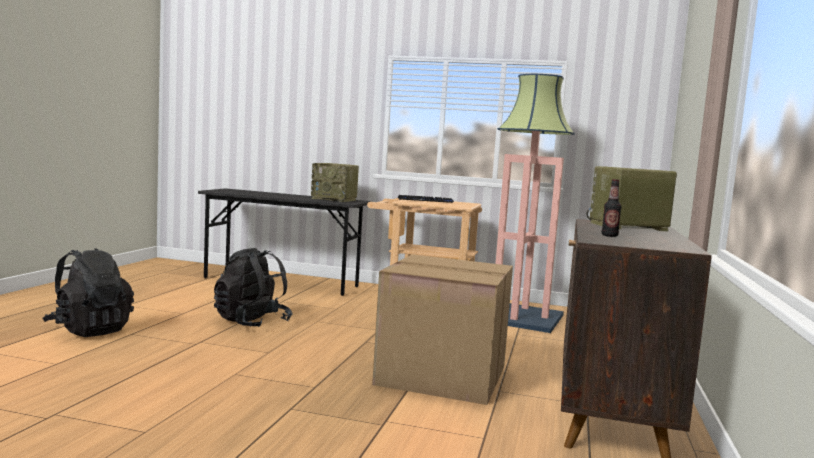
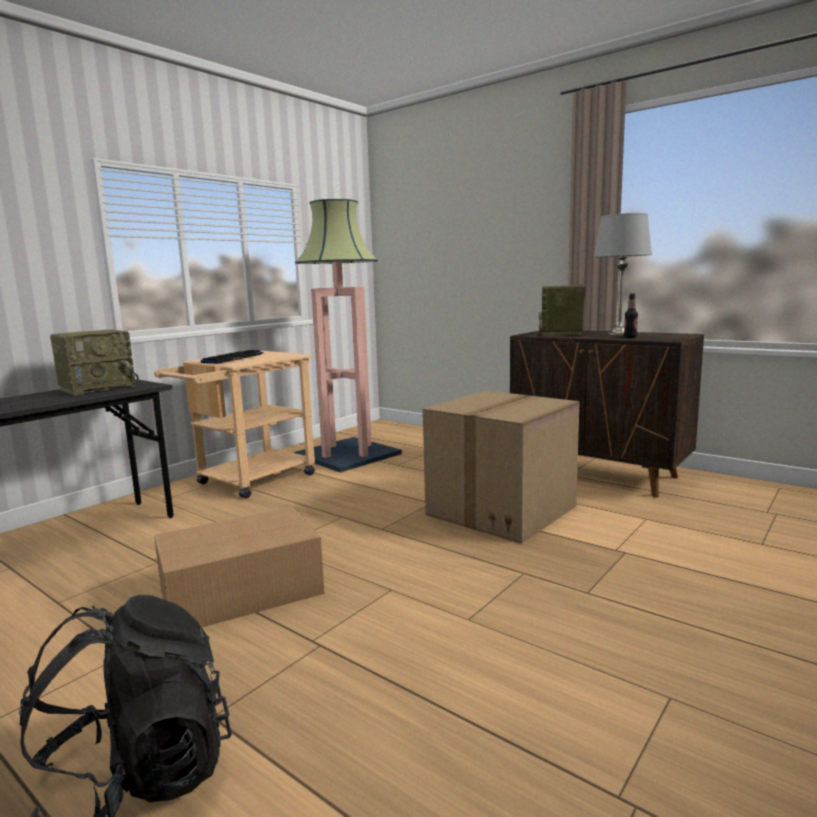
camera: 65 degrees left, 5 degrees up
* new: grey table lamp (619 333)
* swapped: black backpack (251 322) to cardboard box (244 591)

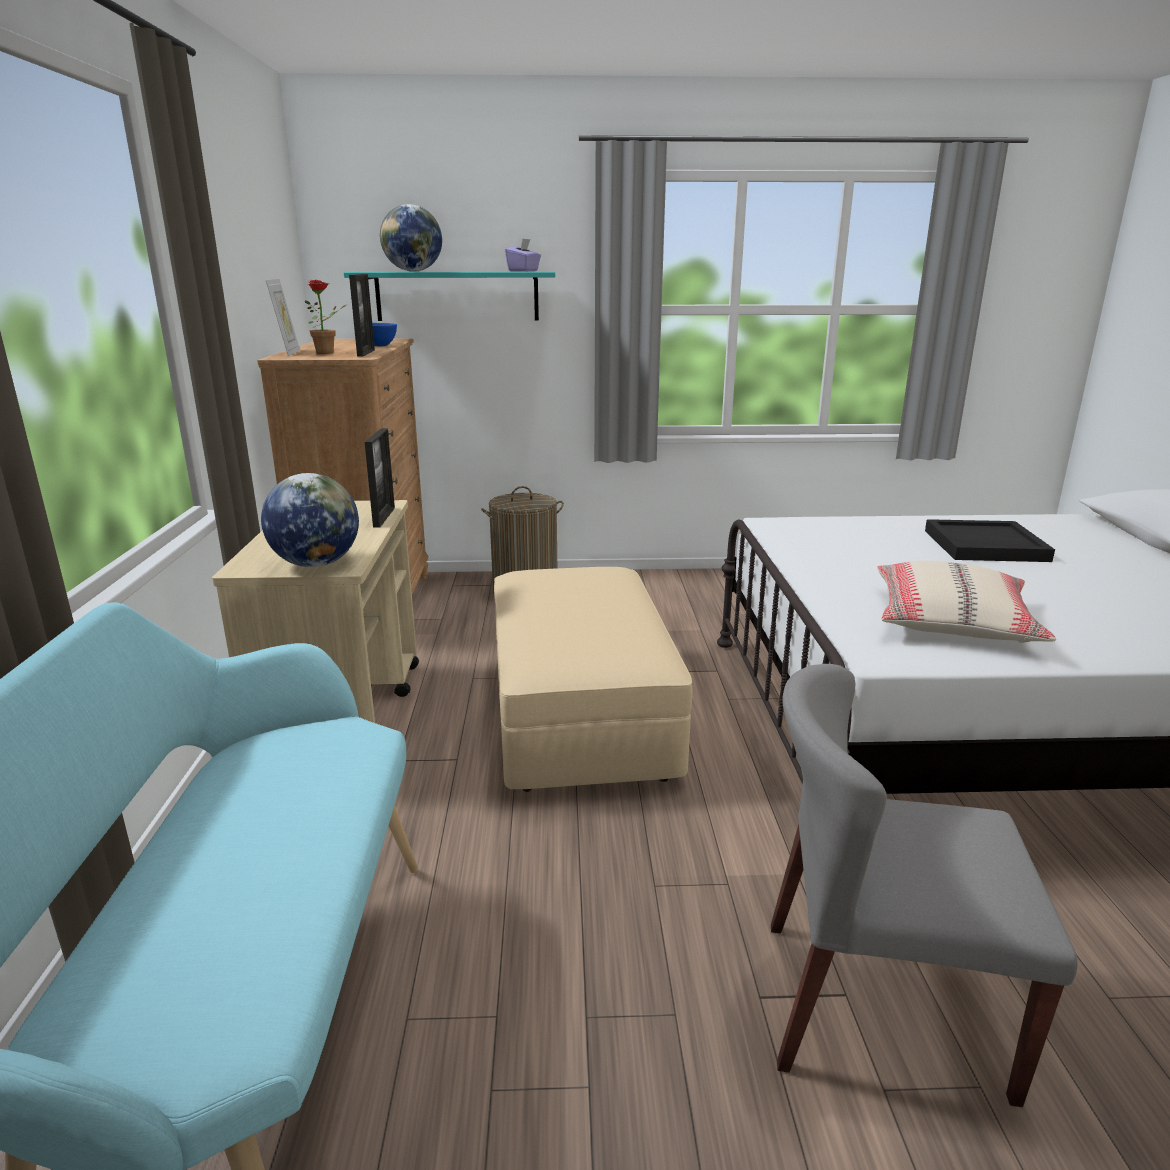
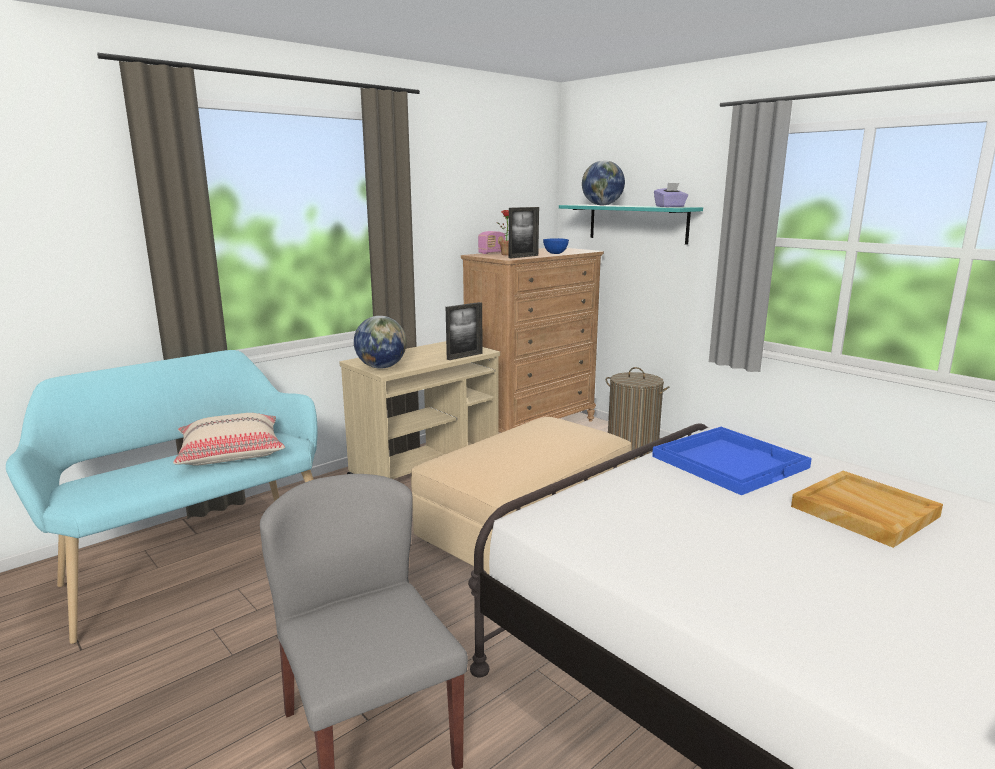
camera: 50 degrees right, 5 degrees down
* new: blue tray (729 461)
* shifted: beige pillow (953 621) to (231 452)
* swapped: picture frame (288 353) to radio (492 253)
* repainted: black tray (984 546) to beige tray (862 511)

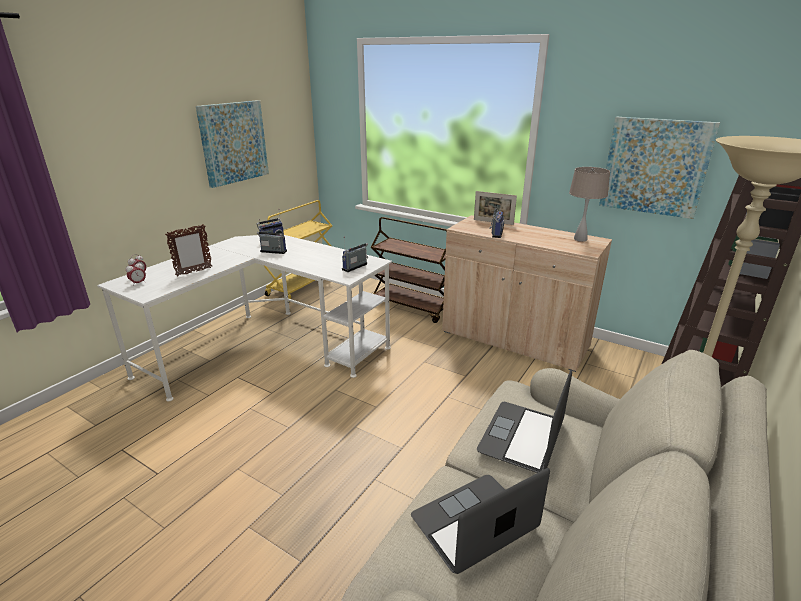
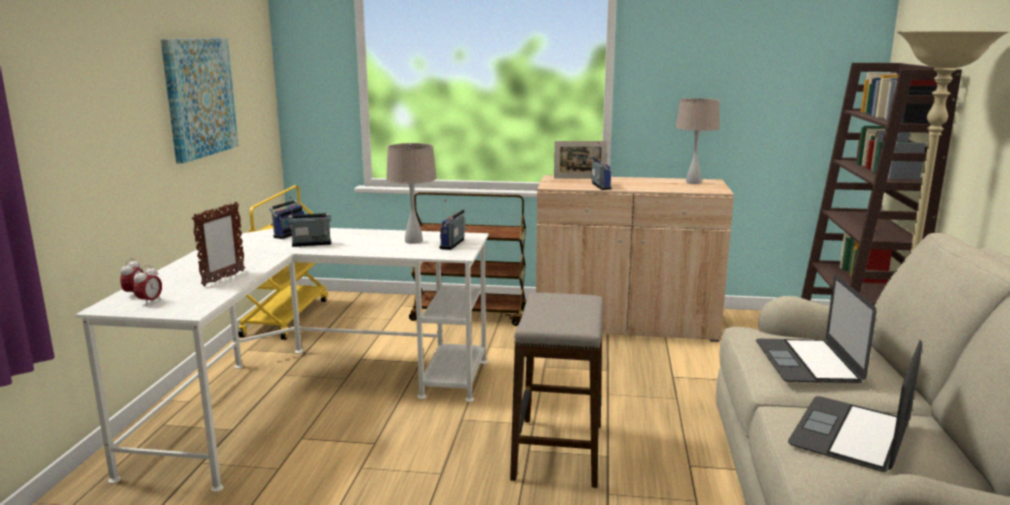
camera: 25 degrees left, 10 degrees down
* gone: picture (655 166)
* new: beige table lamp (414 241)
* new: stool (558 451)

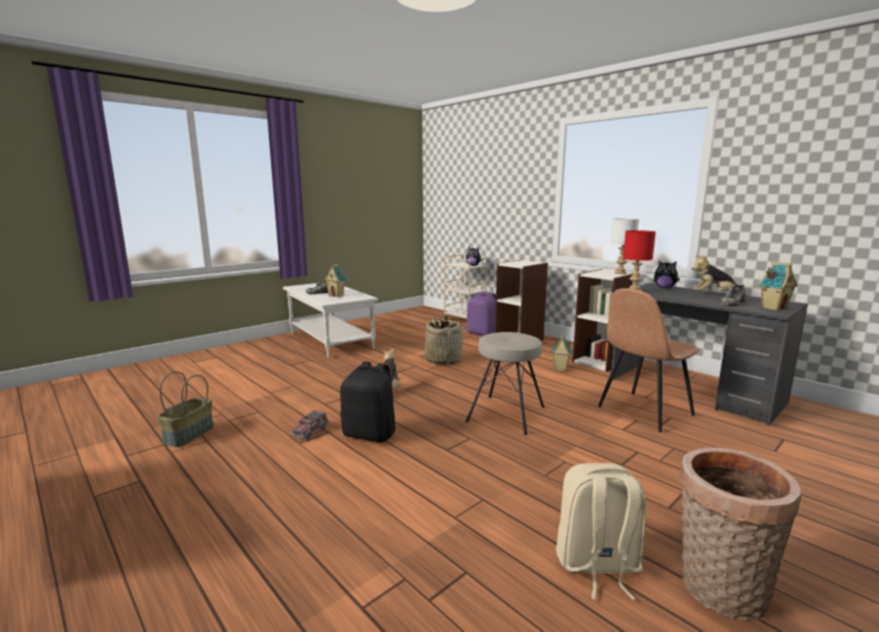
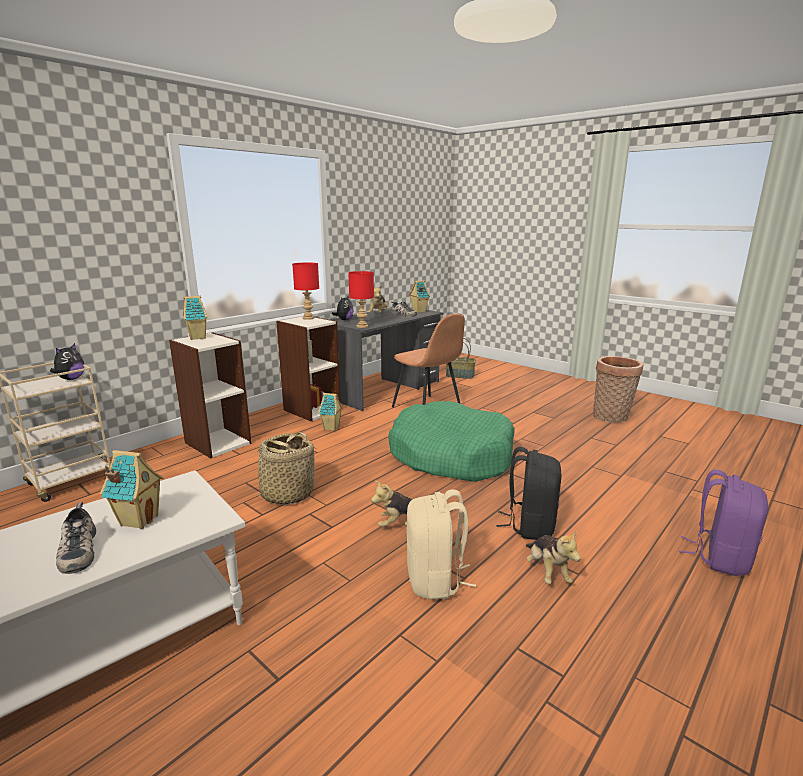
camera: 95 degrees left, 5 degrees up
* new: toy house (198 337)
* shifted: basket (189 435) to (460 375)
* shifted: purple backpack (482 333) to (719 557)
* shifted: beige backpack (597 566) to (435 580)
* swapped: toy truck (310 431) to plush toy (547 571)
* swapped: beige stool (507 414) to green dog bed (450 455)
* repainted: white table lamp (620 273) to red table lamp (308 318)

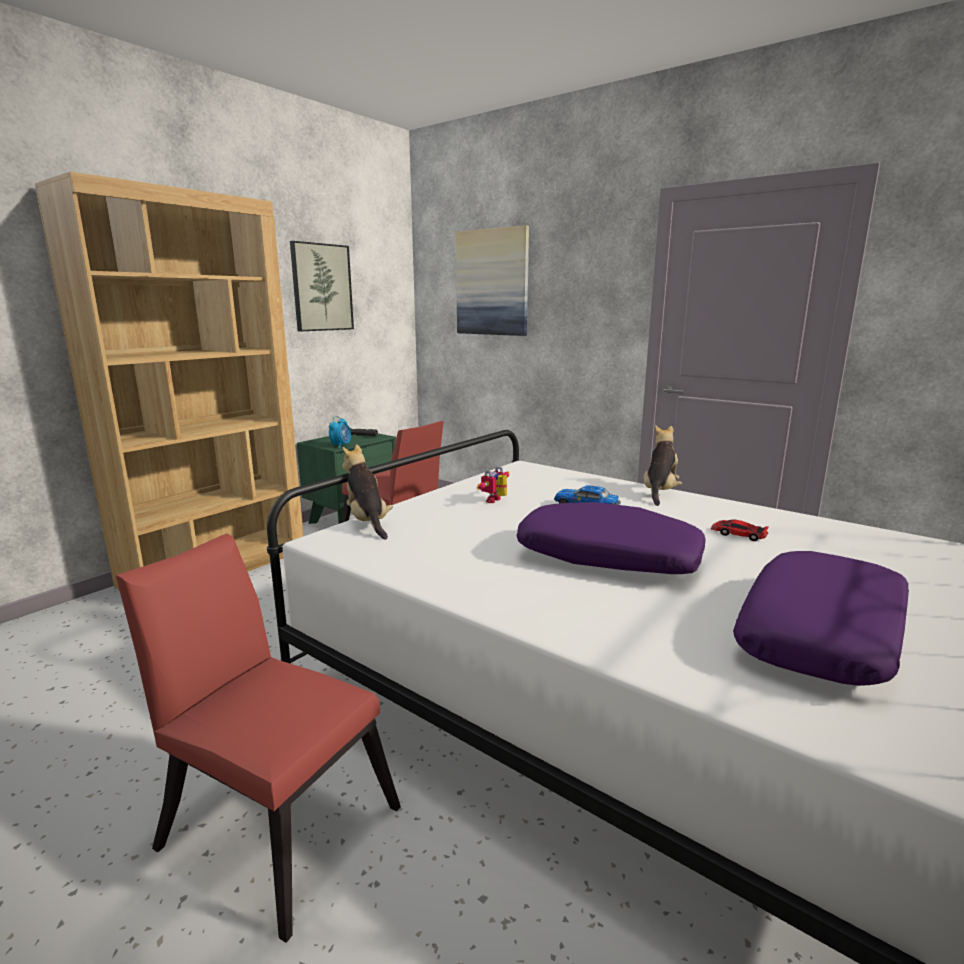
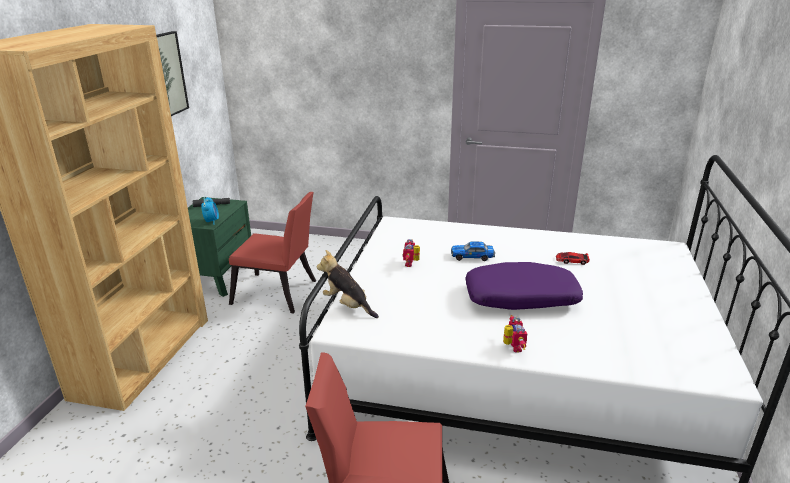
camera: 25 degrees left, 10 degrees up
* gone: picture (492 283)
* gone: plush toy (659 492)
* gone: purple pillow (822 634)
* new: toy robot (512 347)

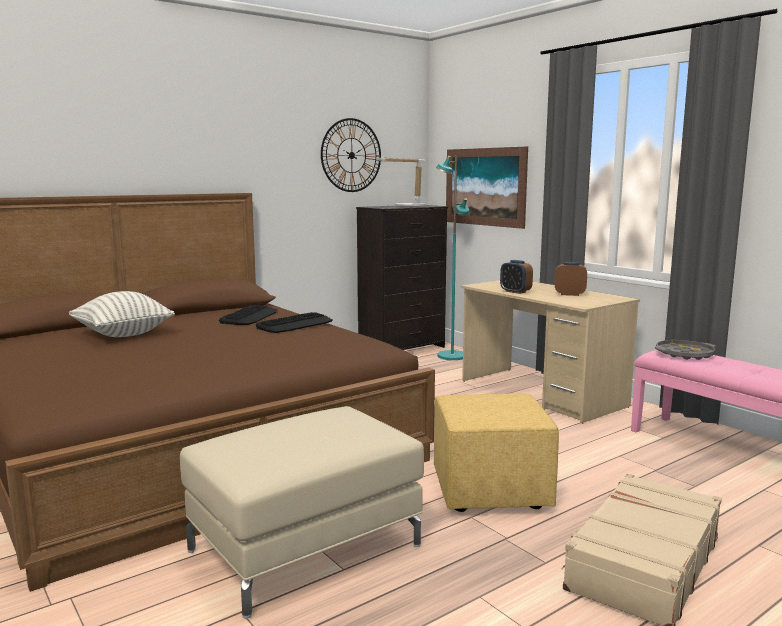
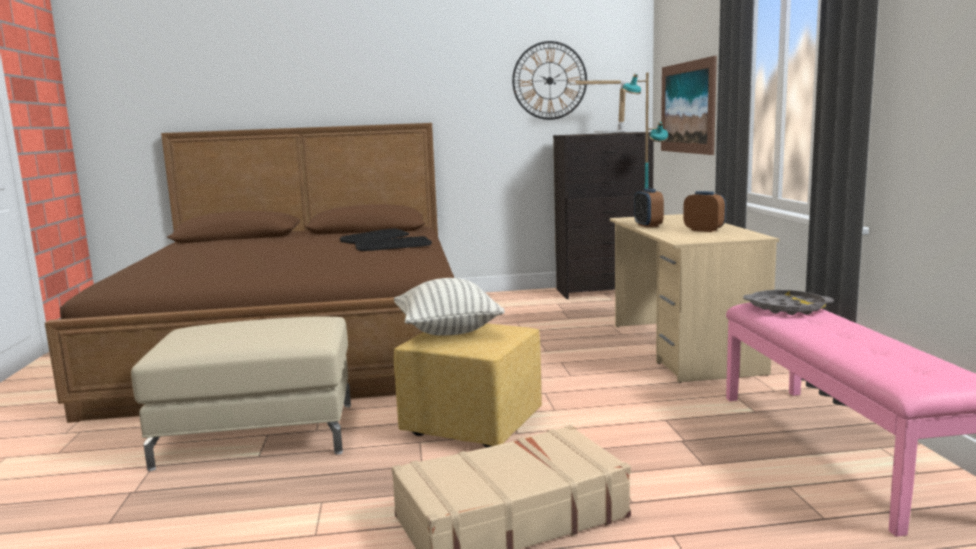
camera: 30 degrees right, 0 degrees up
* shifted: pillow (123 334) to (448 331)

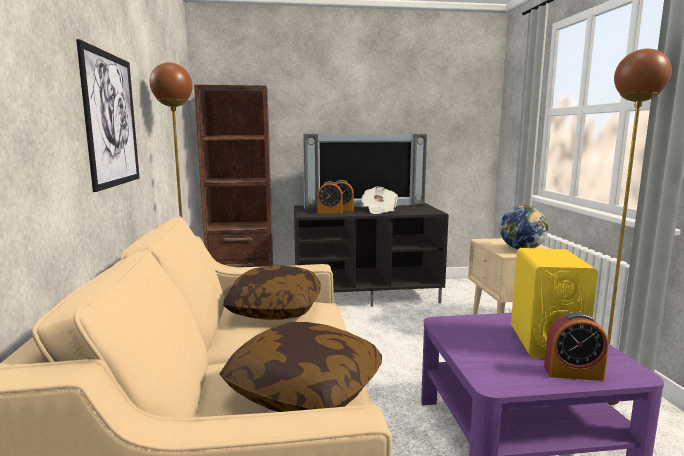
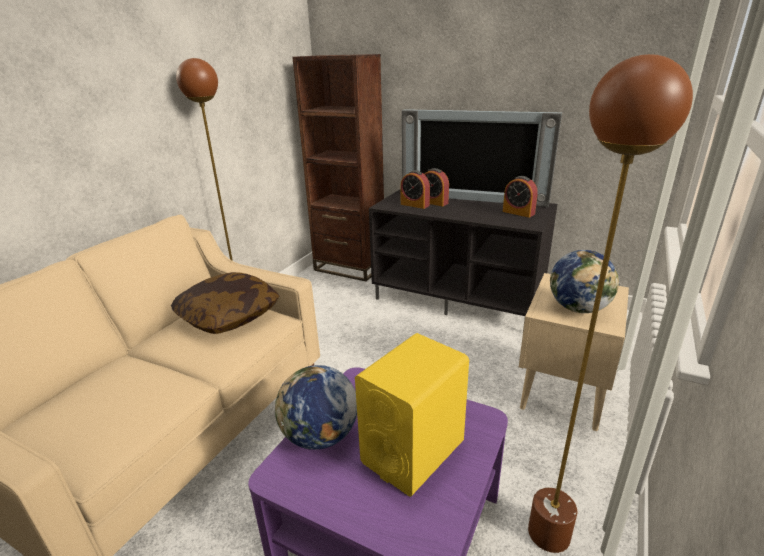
camera: 35 degrees right, 15 degrees up
* gone: picture (111 120)
* gone: pillow (304 390)
* gone: newspaper (379 211)
* new: globe (320 437)
* shifted: alarm clock (573 373) to (518 213)

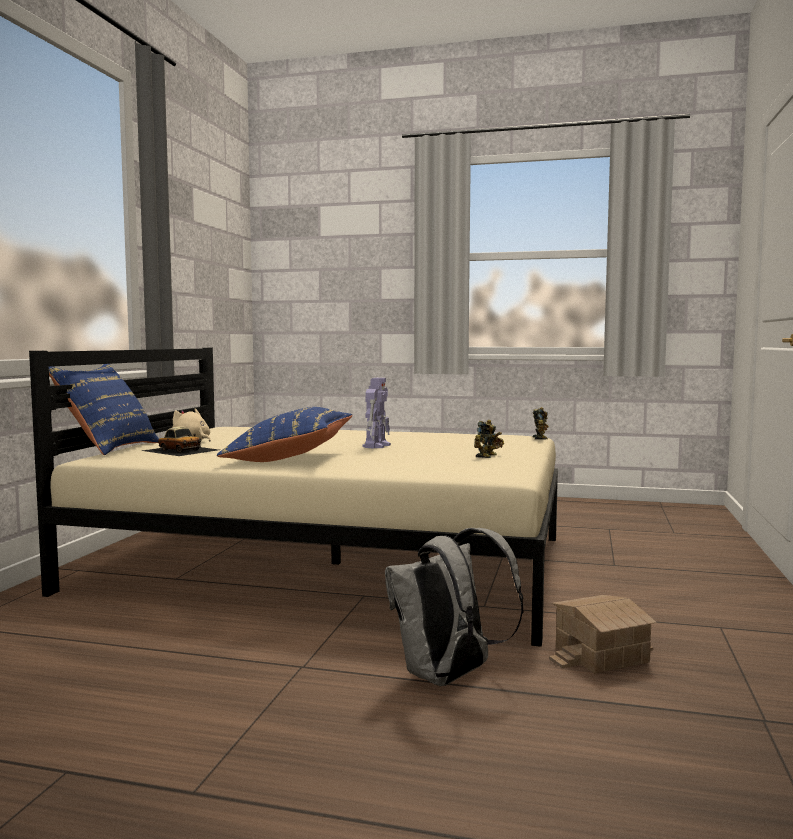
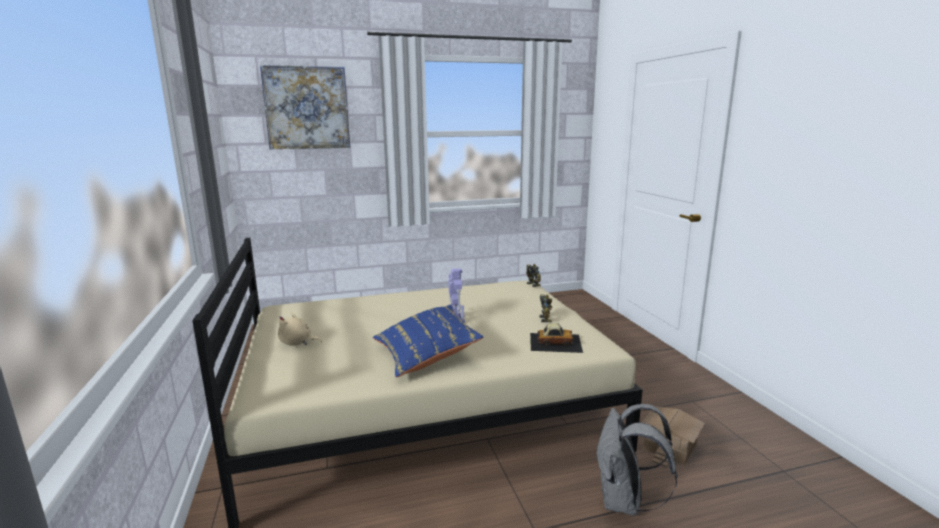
camera: 30 degrees left, 10 degrees up
* gone: blue pillow (108 448)
* new: picture (307 108)
* shifted: toy car (181 450) to (555 342)

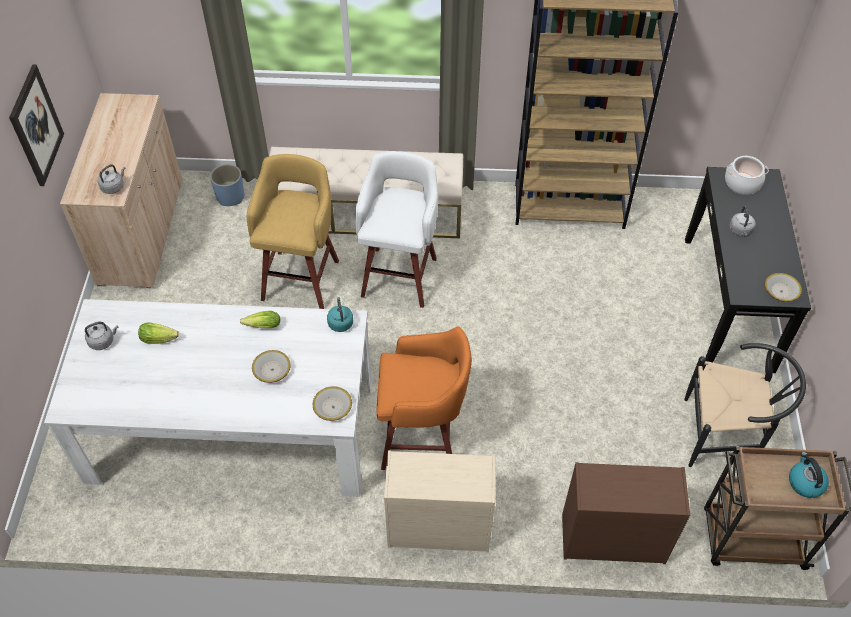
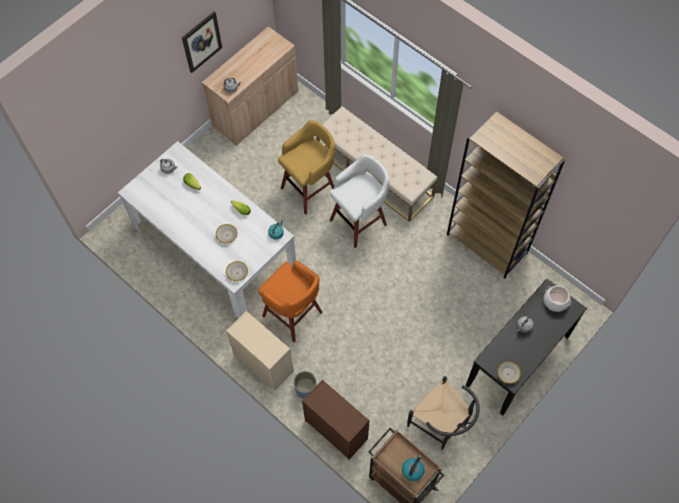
camera: 40 degrees right, 10 degrees up
* shifted: blue planter (230 196) to (305 389)

